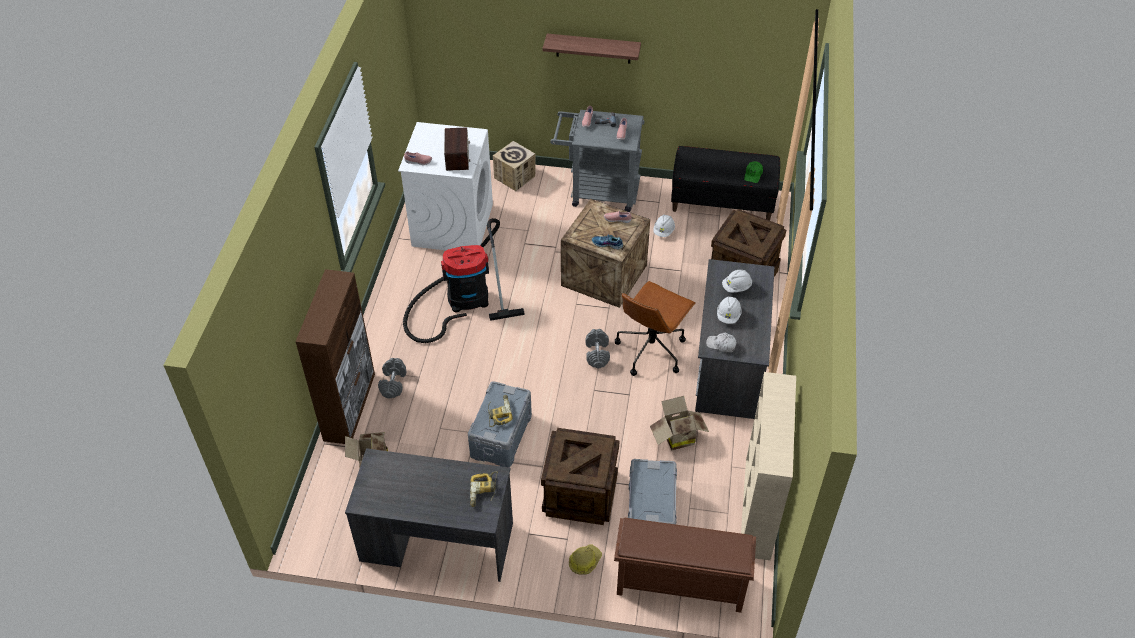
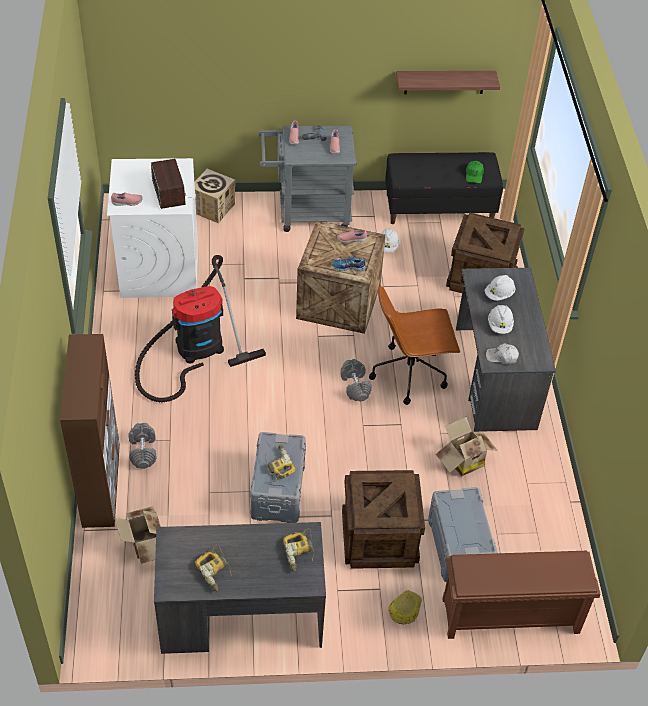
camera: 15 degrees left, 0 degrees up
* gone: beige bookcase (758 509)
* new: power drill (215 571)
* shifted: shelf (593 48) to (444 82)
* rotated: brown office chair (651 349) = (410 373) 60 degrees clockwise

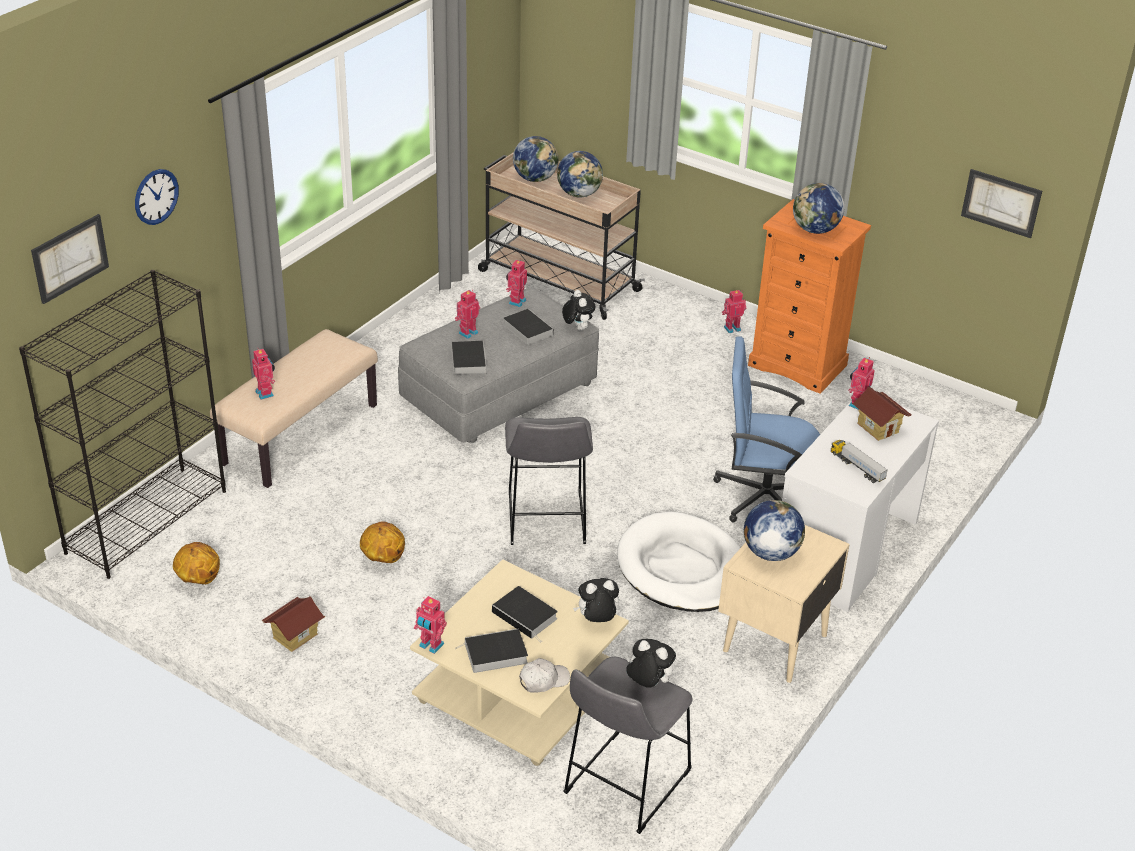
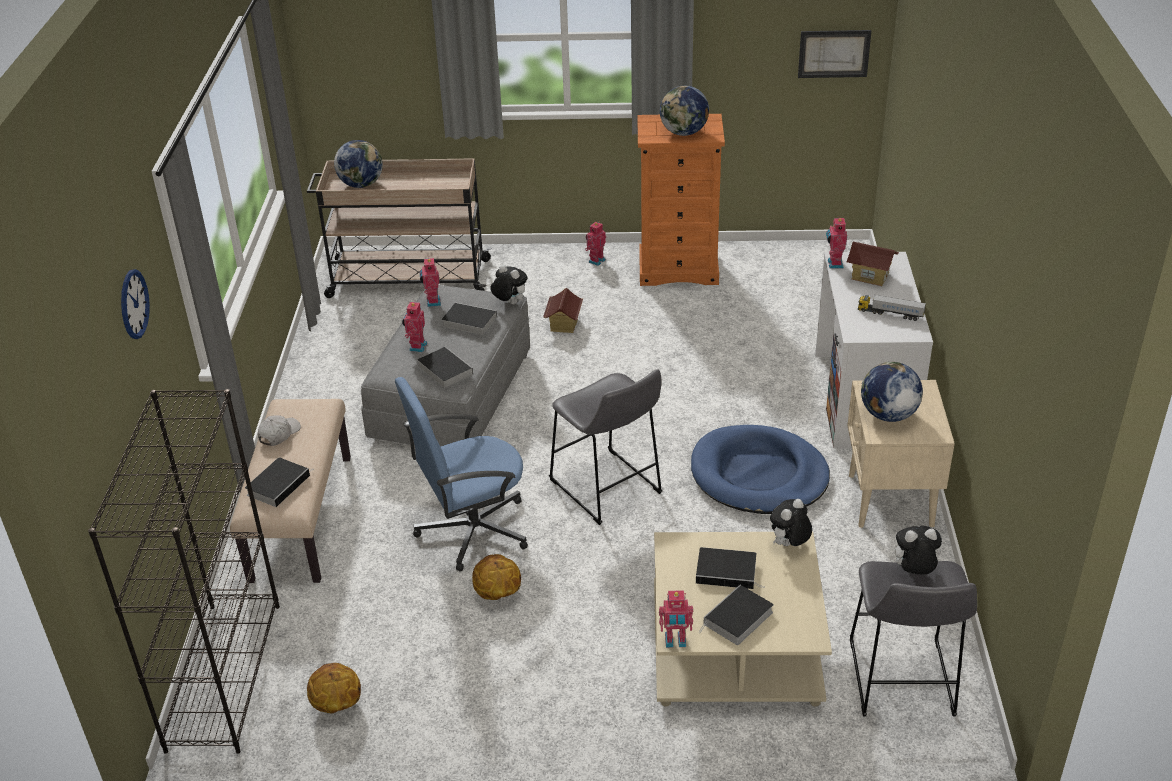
camera: 30 degrees left, 0 degrees up
* gone: picture (70 258)
* gone: globe (579 194)
* shifted: toy house (295 636) to (563 324)
* shifted: white cap (543 680) to (279 434)
* shifted: blue office chair (763 496) to (472 530)
* swapped: toy robot (266 393) to book (279 484)
* repainted: white dog bed (682 568) to blue dog bed (758 475)

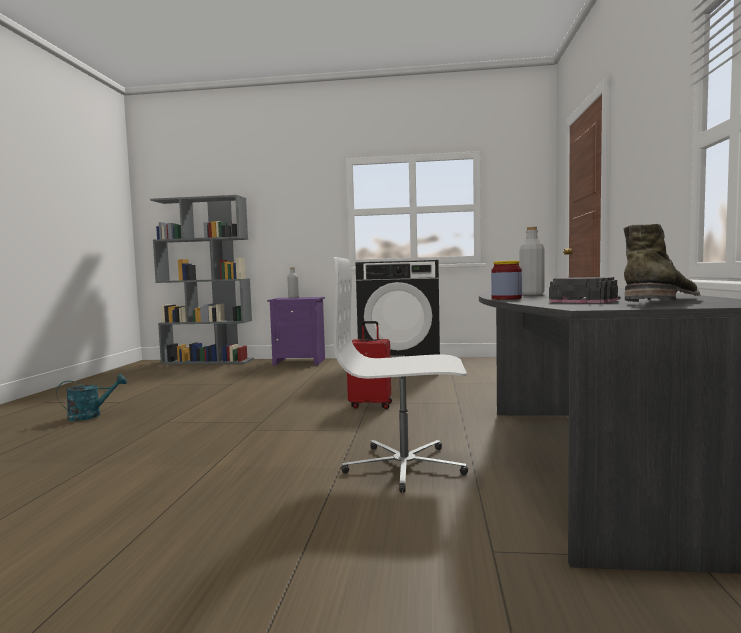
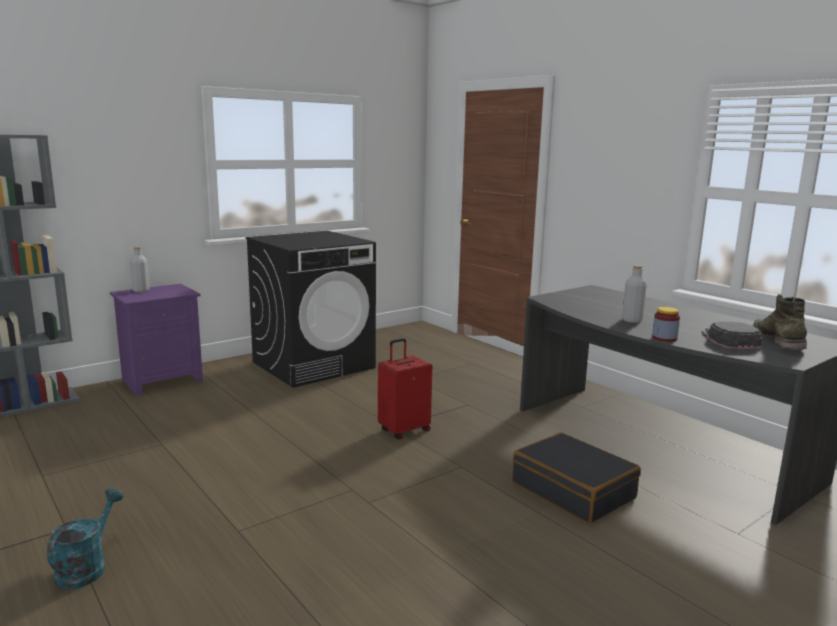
camera: 45 degrees left, 10 degrees up
* swapped: white office chair (405 466) to black suitcase (573 490)

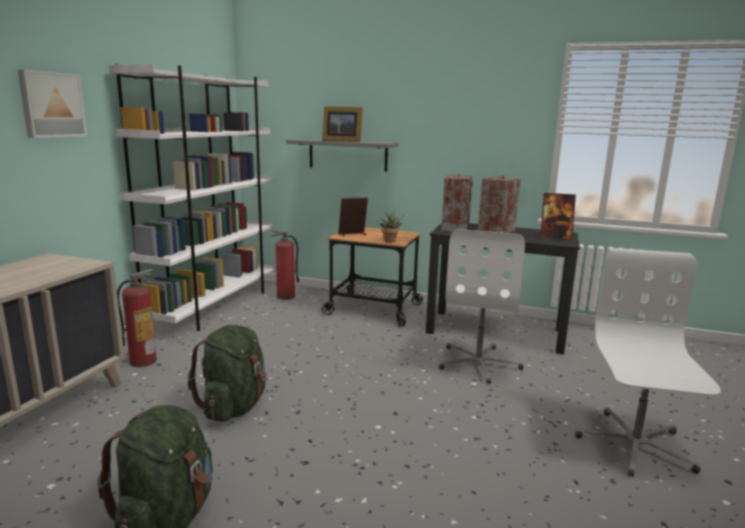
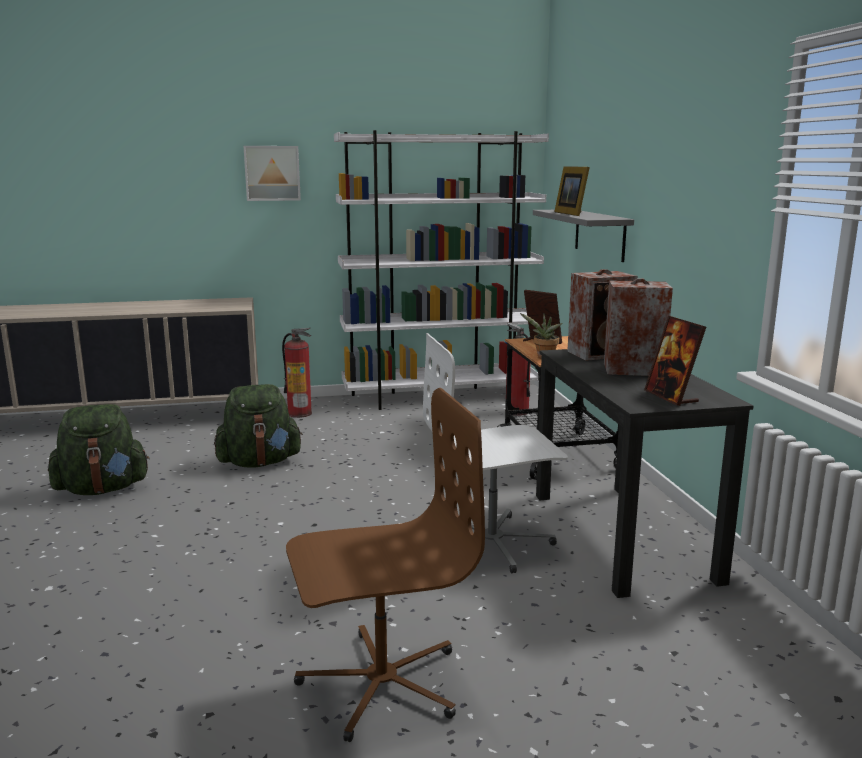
camera: 60 degrees right, 0 degrees up
* repainted: white office chair (634 445) to brown office chair (380 682)

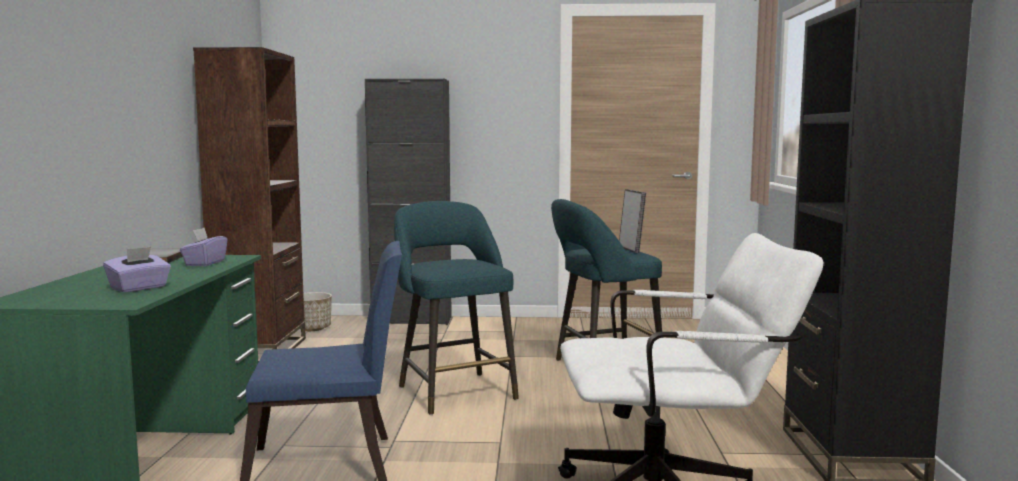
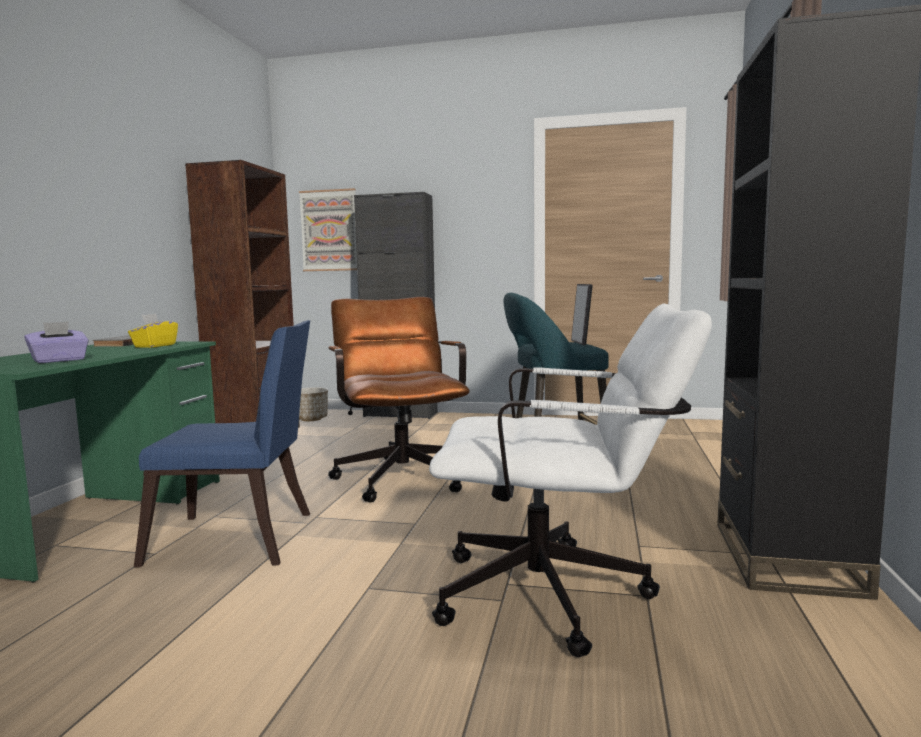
camera: 10 degrees right, 0 degrees up
* new: picture (329 230)
* swapped: turquoise stool (454 391) to brown office chair (400 475)
* repainted: purple tissue box (204 263) to yellow tissue box (154 346)

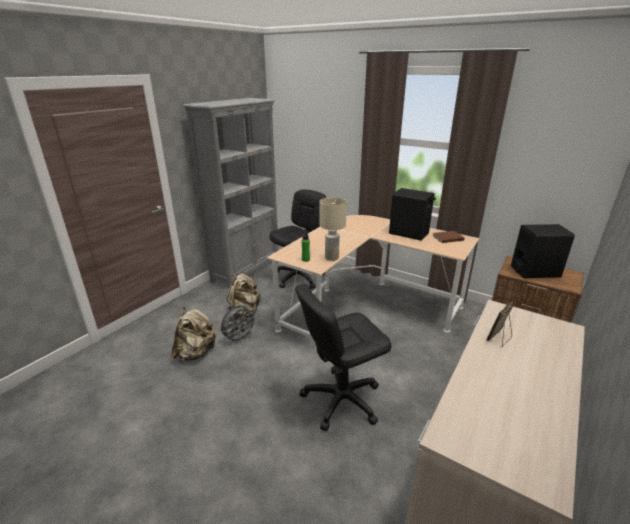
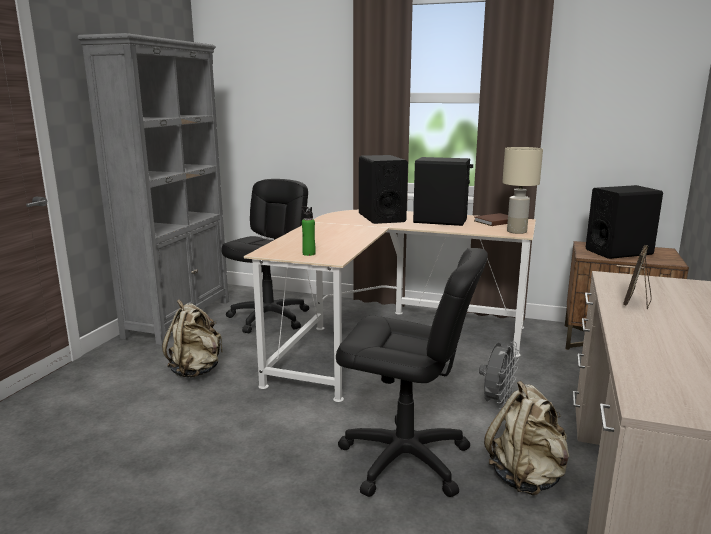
camera: 15 degrees left, 10 degrees down
* new: black speaker (381 218)
* shifted: beige backpack (196 353) to (526 477)
* shifted: grey fan (239 339) to (496 403)
* shifted: beige table lamp (332 257) to (517 231)
* rotated: black office chair (341 399) = (405 460) 120 degrees counterclockwise

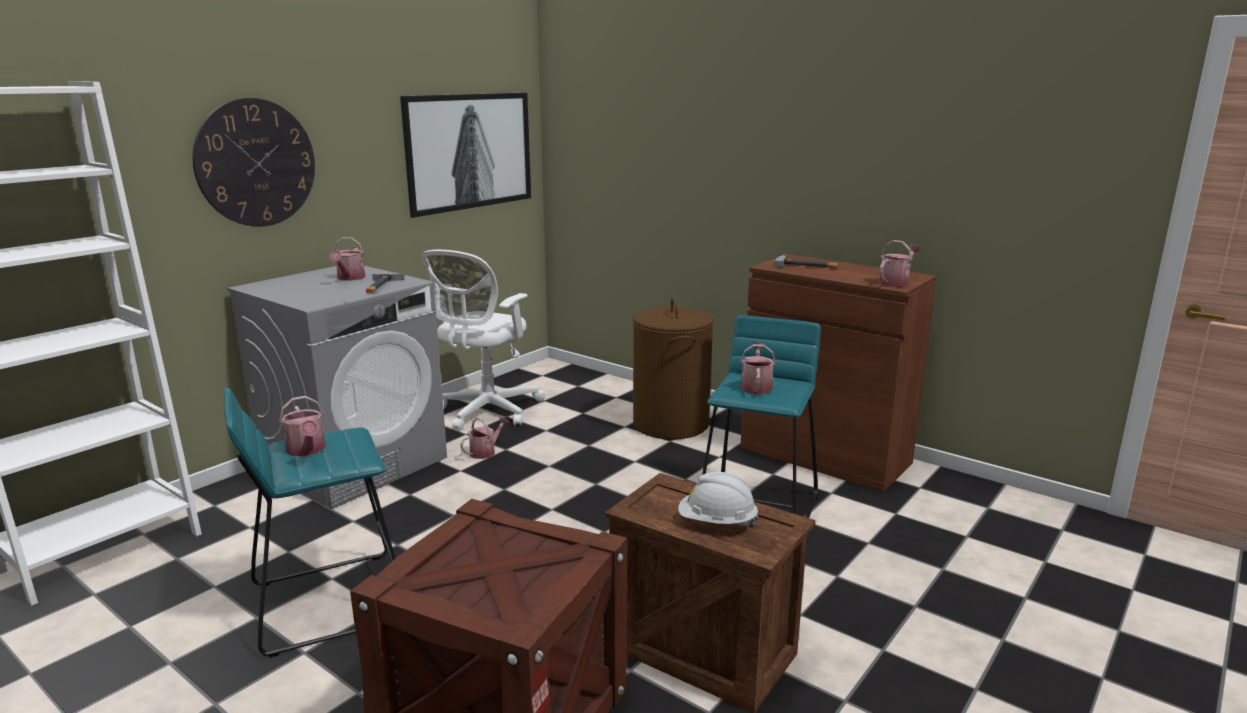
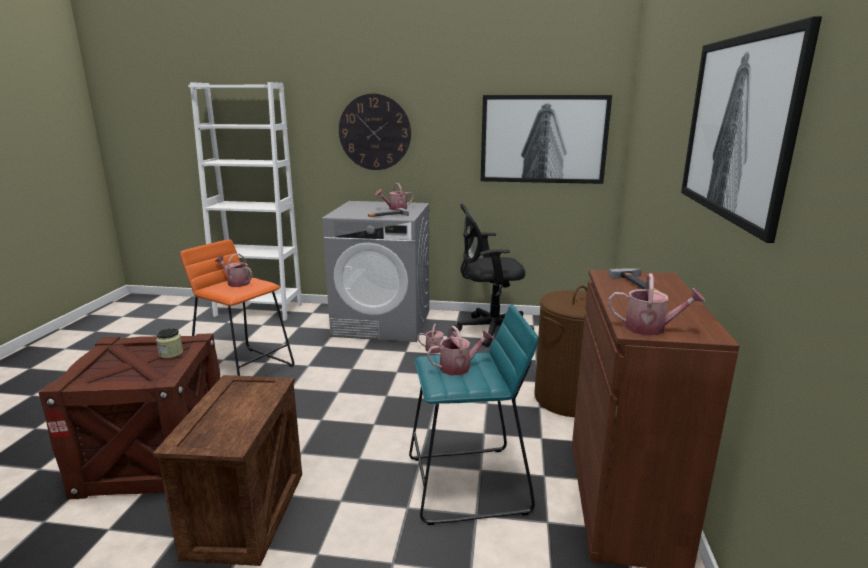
camera: 60 degrees right, 0 degrees up
* gone: white hard hat (716 523)
* new: jar (171 353)
* new: picture (736 128)
* repainted: turquoise stool (328 601) to orange stool (244 370)
* repainted: white office chair (486 412) to black office chair (490 331)
* rotated: watering can (307 450) = (236 283) 90 degrees clockwise

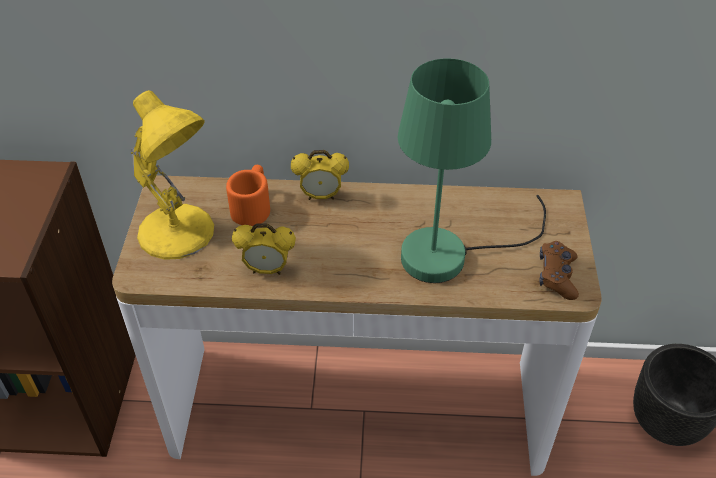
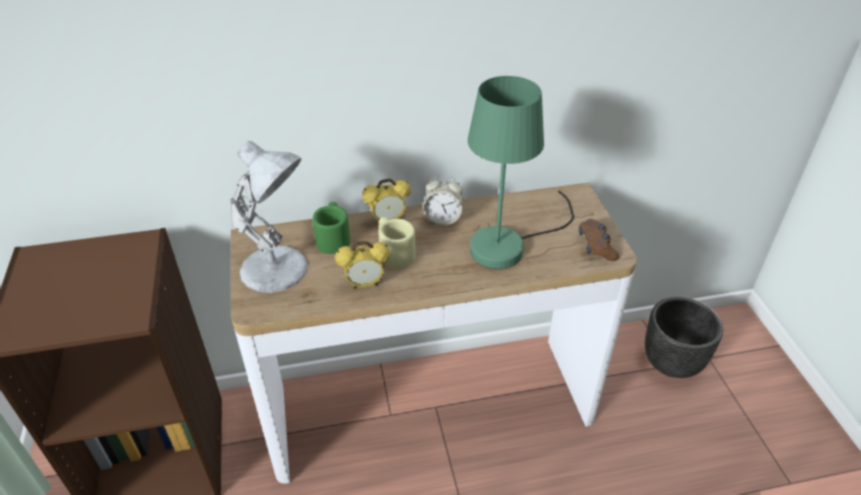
camera: 15 degrees left, 5 degrees down
* new: beige mug (394 252)
* new: alarm clock (442 219)
* repainted: yellow table lamp (179 233) to white table lamp (277 269)
* repainted: orange mug (253 206) to green mug (333 238)

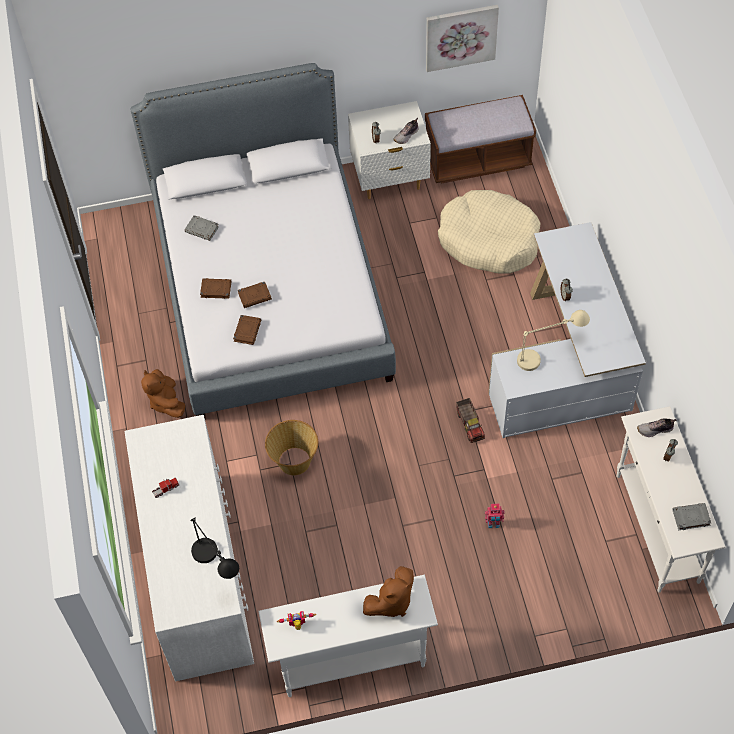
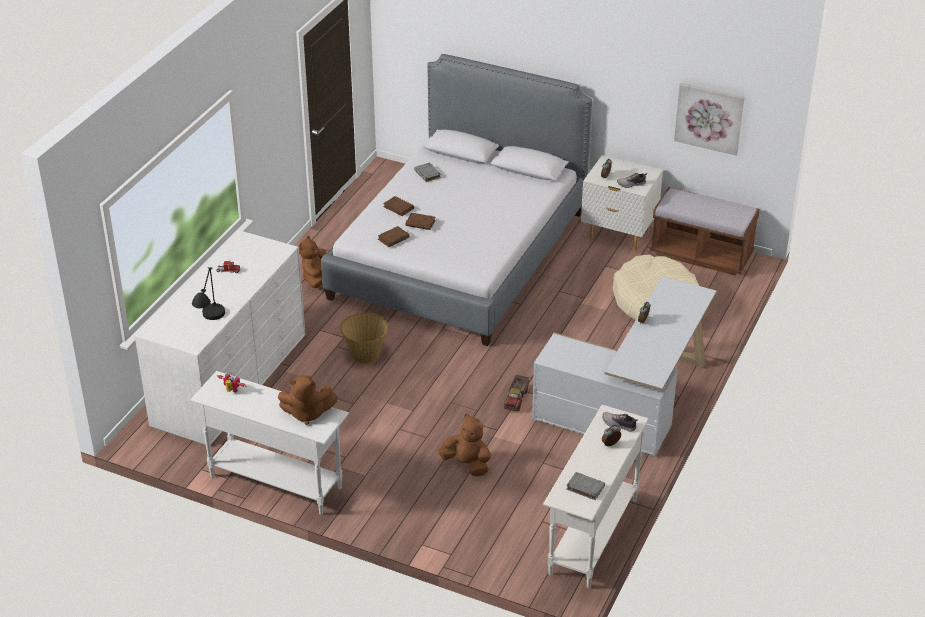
camera: 35 degrees right, 20 degrees down
* gone: beige table lamp (548 355)
* swapped: toy robot (493 524) to brown plush toy (467 464)

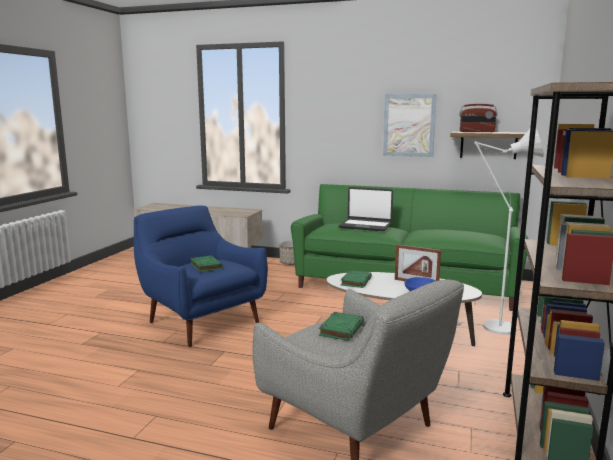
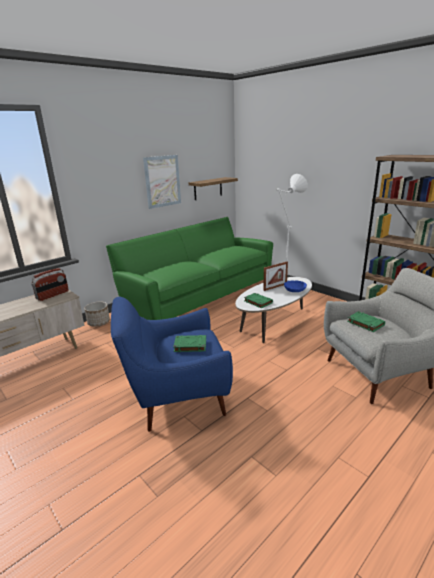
camera: 60 degrees left, 10 degrees up
* gone: laptop (365 226)
* shifted: radio (477 132) to (53 295)

